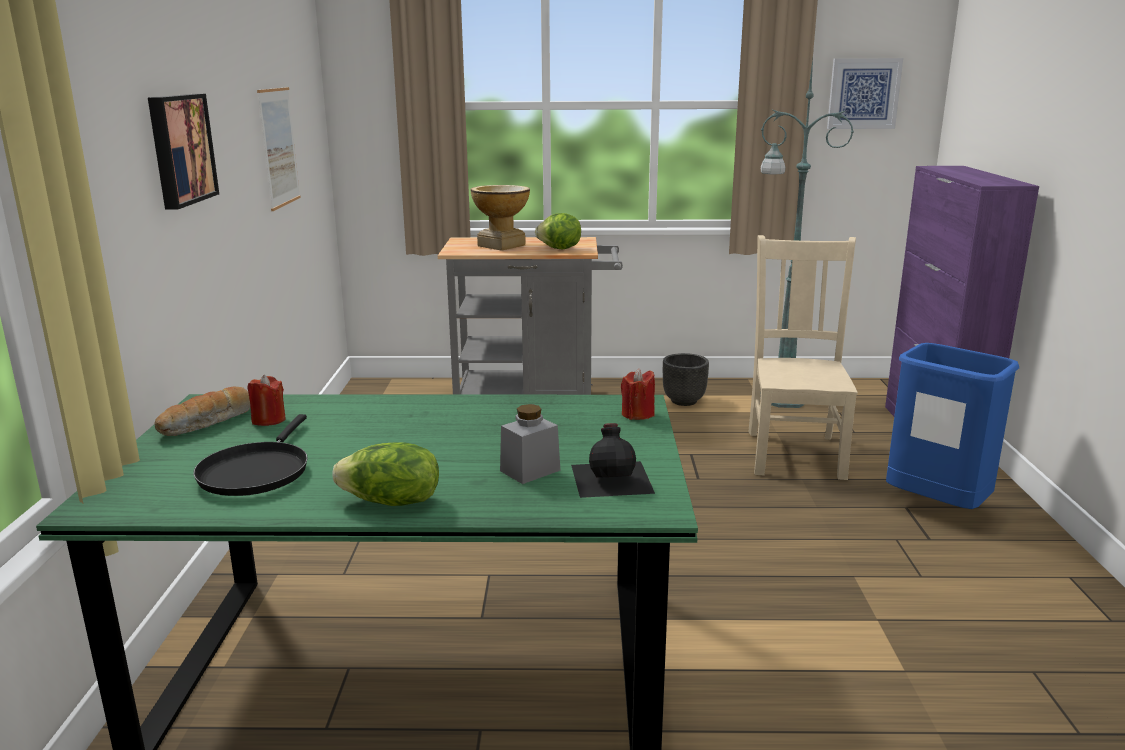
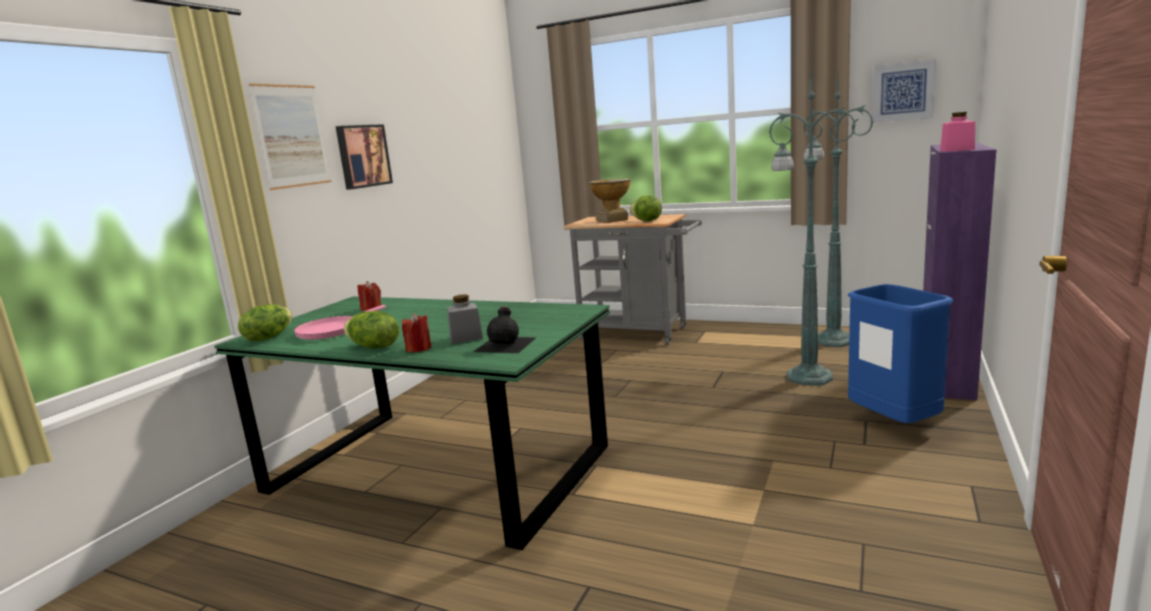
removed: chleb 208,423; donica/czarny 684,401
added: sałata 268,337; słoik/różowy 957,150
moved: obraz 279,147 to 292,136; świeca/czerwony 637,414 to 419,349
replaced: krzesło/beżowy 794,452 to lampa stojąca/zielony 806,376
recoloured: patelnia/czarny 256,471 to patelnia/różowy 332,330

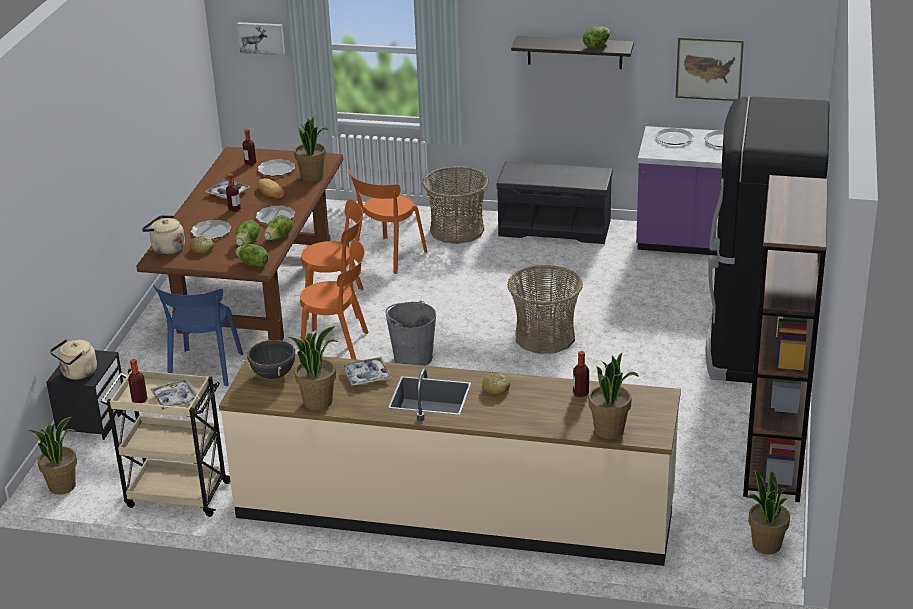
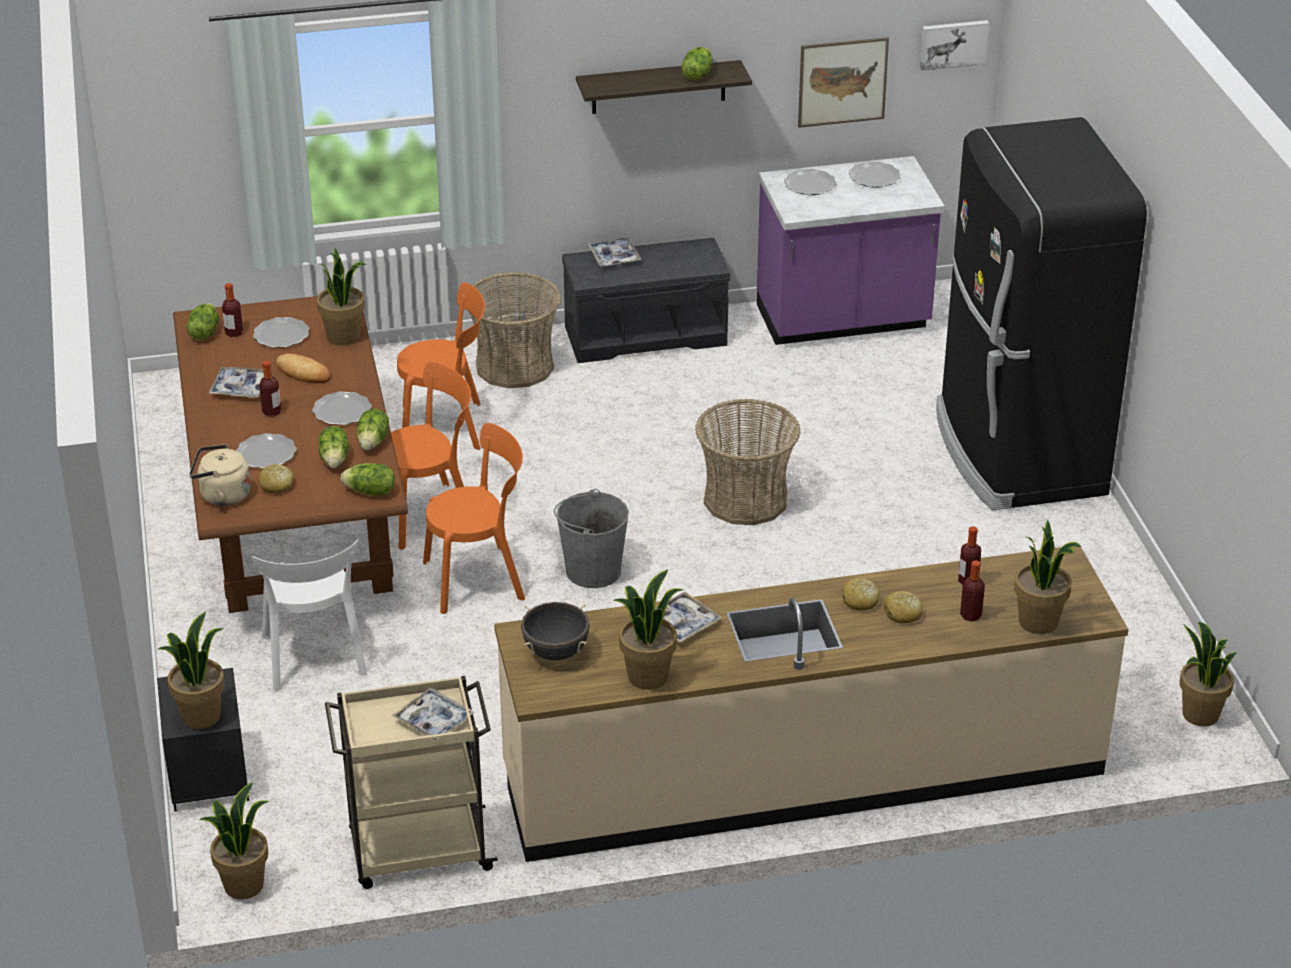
removed: regał/brązowy 773,459
added: sałata 204,333; taca 614,257; chleb 903,614
moved: butelka 139,400 to 970,615; obraz 261,37 to 953,44
replaced: czajnik/beżowy 78,374 to roślina doniczkowa 200,715
recoloured: krzesło/niebieski 204,370 to krzesło/biały 314,659
turned: krzesło/pomarańczowy 387,256 = 446,427 105 degrees counterclockwise

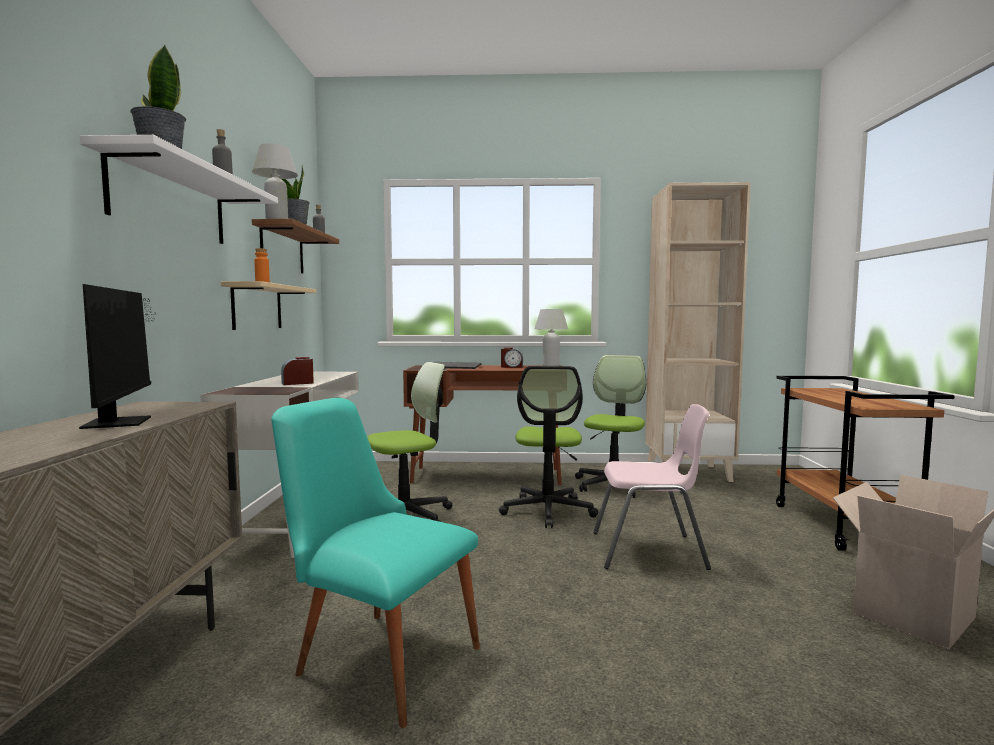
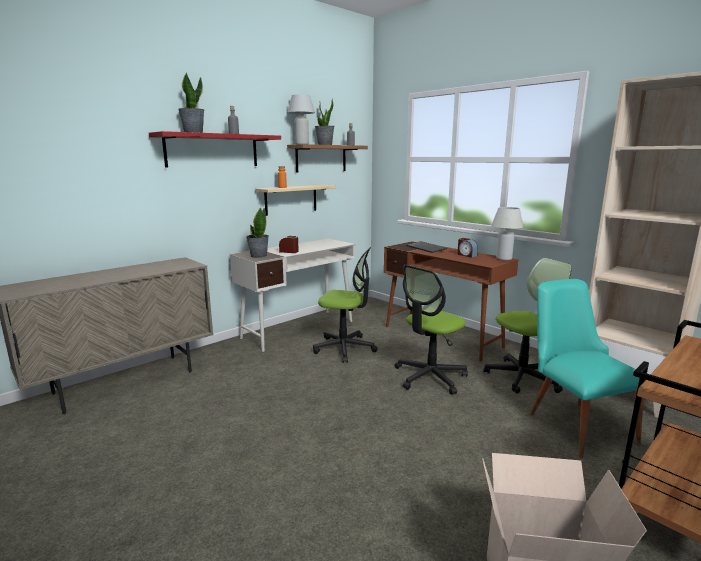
removed: monitor 122,421; krzesło/różowy 650,551
added: roślina doniczkowa 258,256
moved: krzesło/turkusowy 377,654 to 574,422
recoloured: półka/biały 171,202 to półka/czerwony 212,150

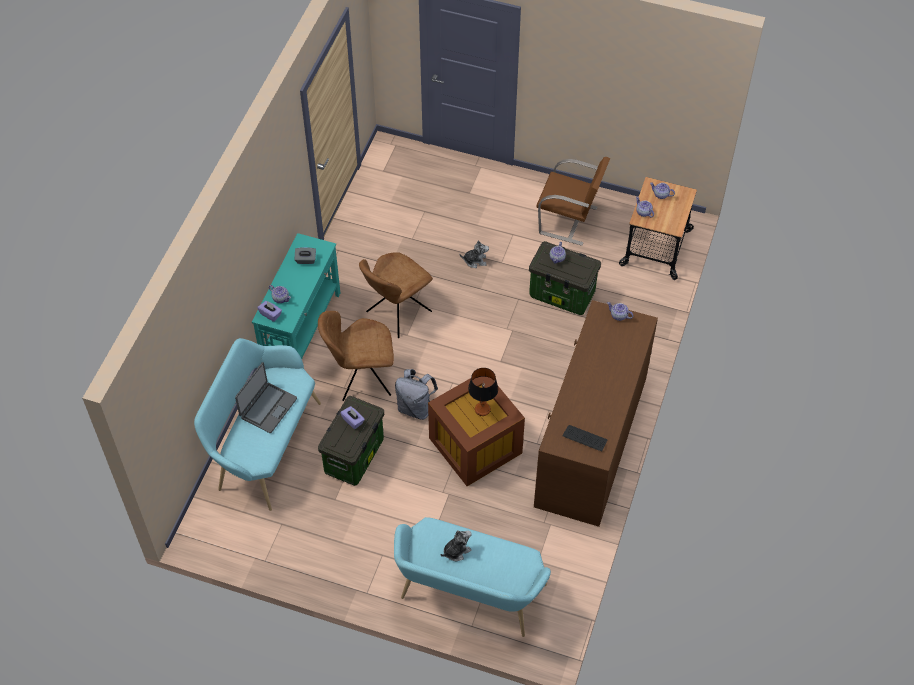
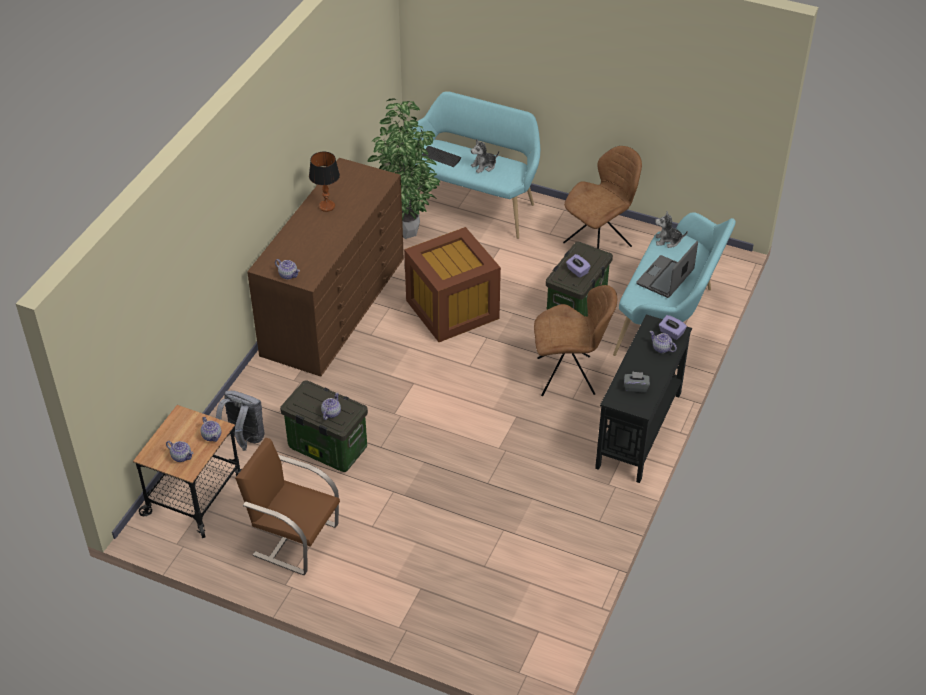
added: roślina doniczkowa 406,234
moved: krzesło/brązowy 397,313 to 599,243; plecak/szary 415,407 to 243,440; pluszak 475,260 to 668,241; lampa stołowa 482,409 to 327,206; klawiatura 585,438 to 441,157
recoloured: stolik konsolowy/turkusowy 302,329 to stolik konsolowy/czarny 638,430

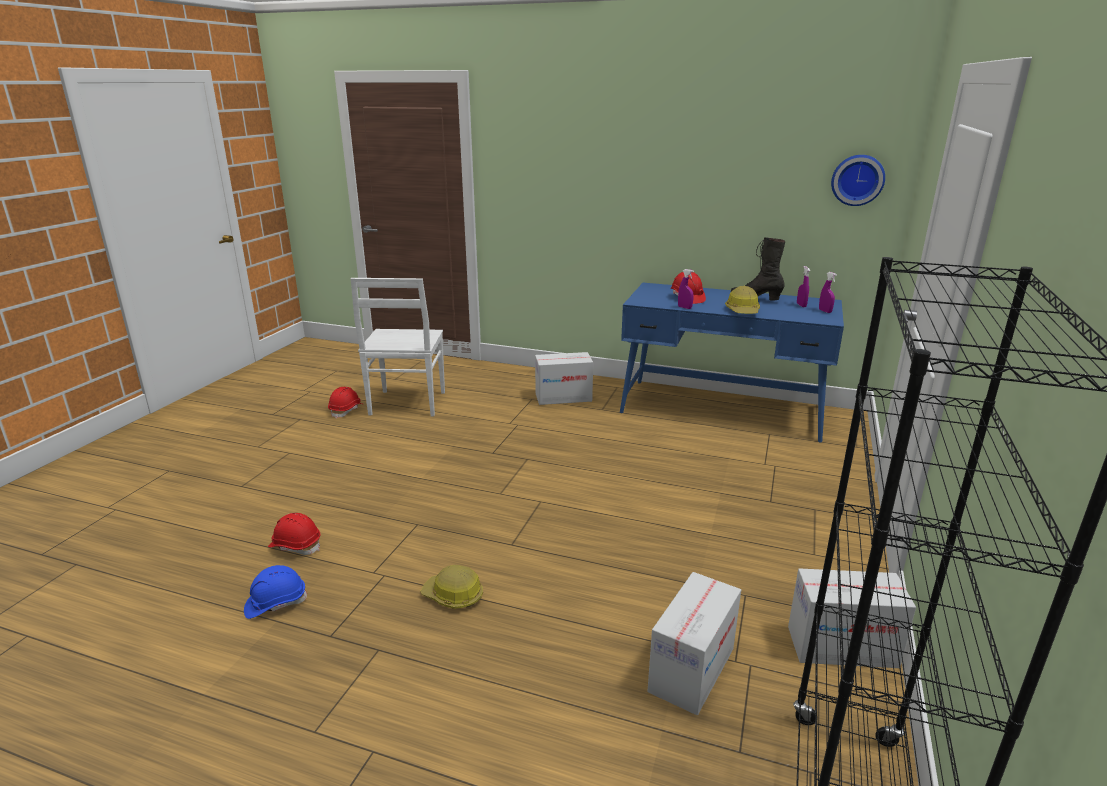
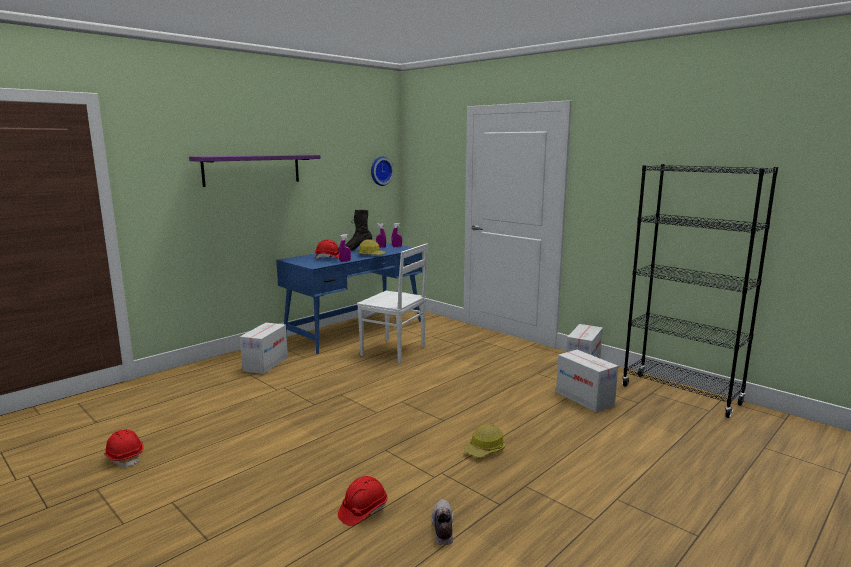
added: półka/fioletowy 252,169
moved: krzesło/biały 407,404 to 394,351
replaced: kask/niebieski 275,603 to but 442,528

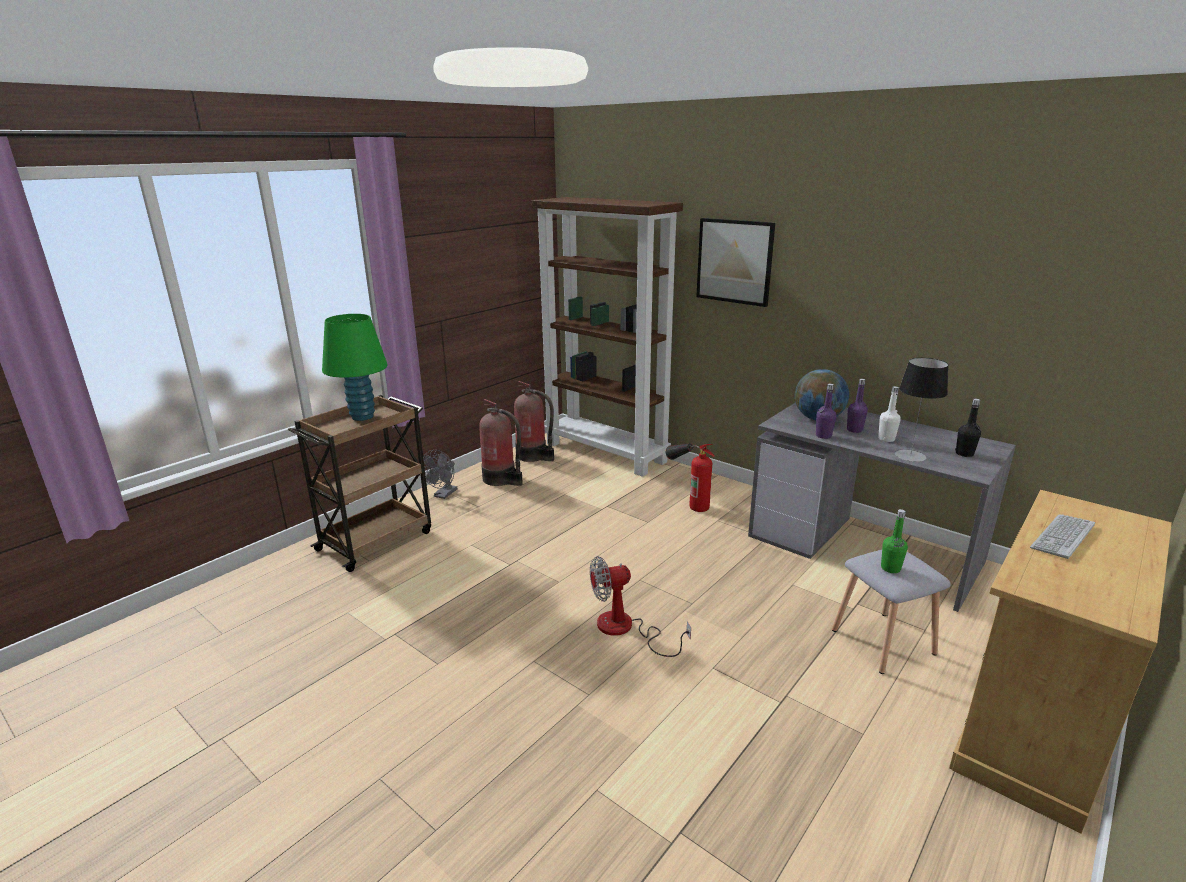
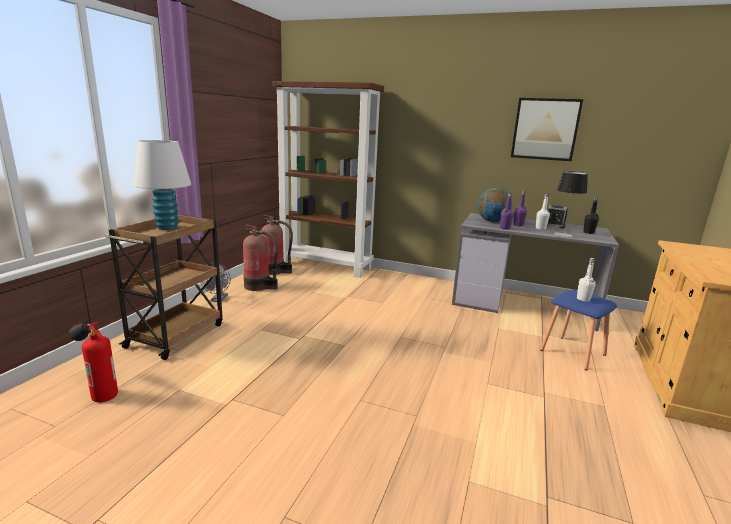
removed: wentylator 626,629; klawiatura 1062,537
added: budzik 554,225
moved: gaśnica 688,499 to 97,386; obraz 734,261 to 545,129
recoloured: lampa stołowa/zielony 363,417 to lampa stołowa/biały 167,228; stołek/szary 881,641 to stołek/niebieski 571,352; butelka/zielony 890,568 to butelka/biały 583,299

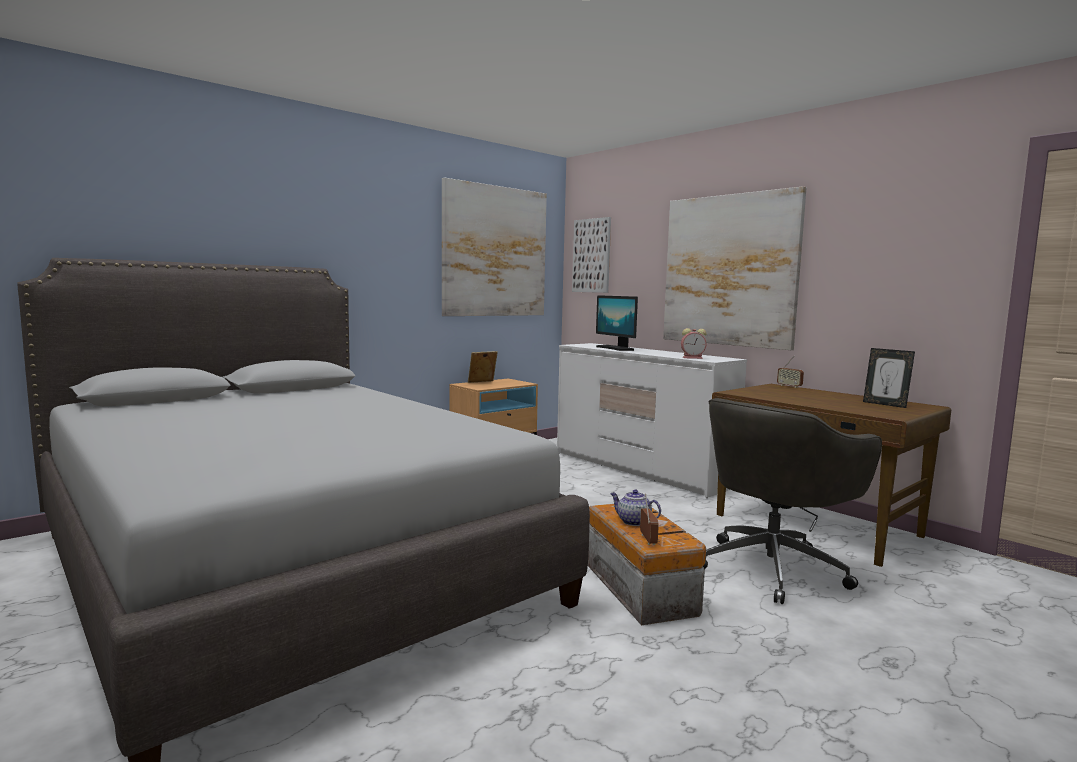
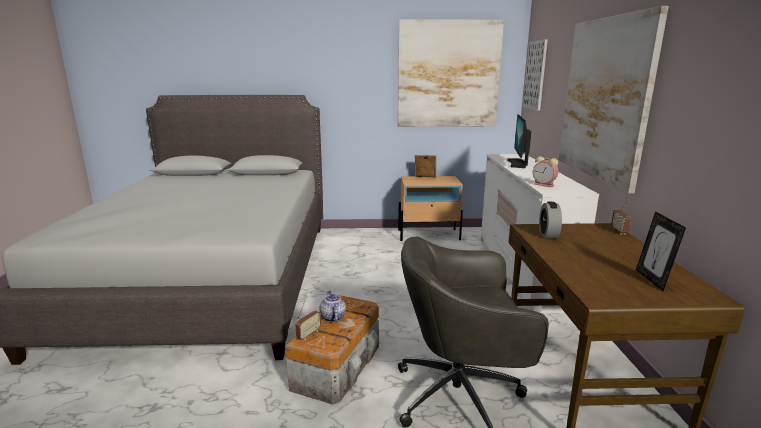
added: budzik 548,234

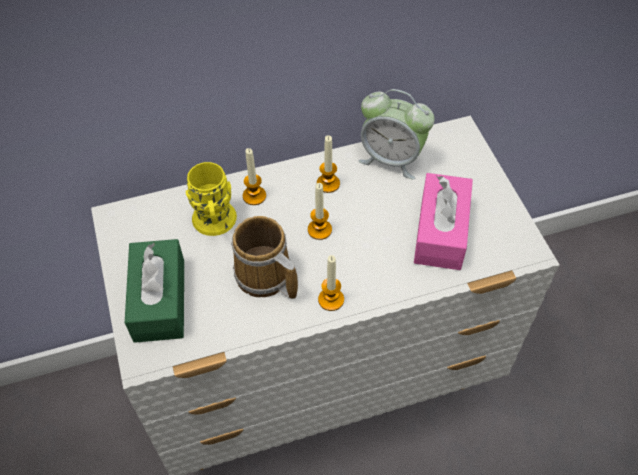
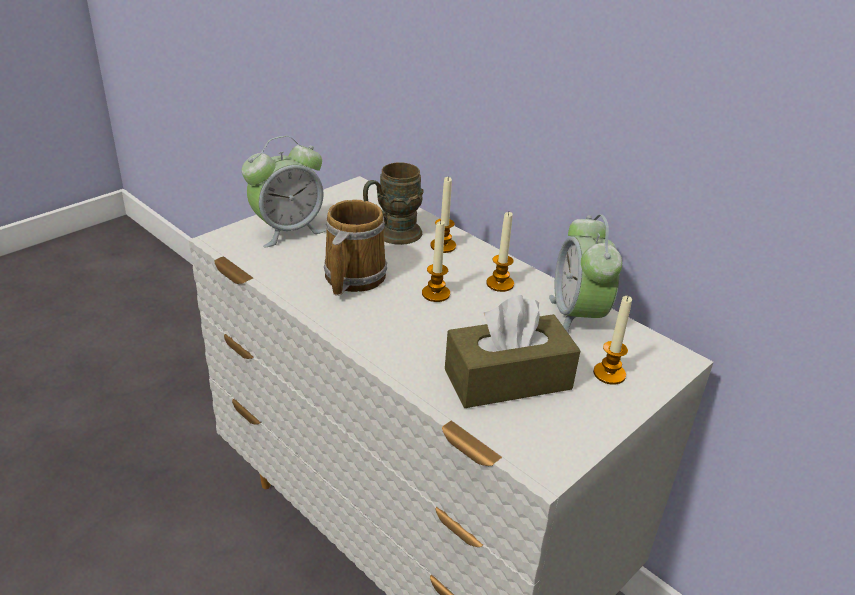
moved: świeca 331,299 to 609,374
replaced: pudełko chusteczek/zielony 159,300 to budzik 287,230
recoloured: kubek/żółty 215,224 to kubek/brązowy 391,235; pudełko chusteczek/różowy 441,232 to pudełko chusteczek/brązowy 507,379

